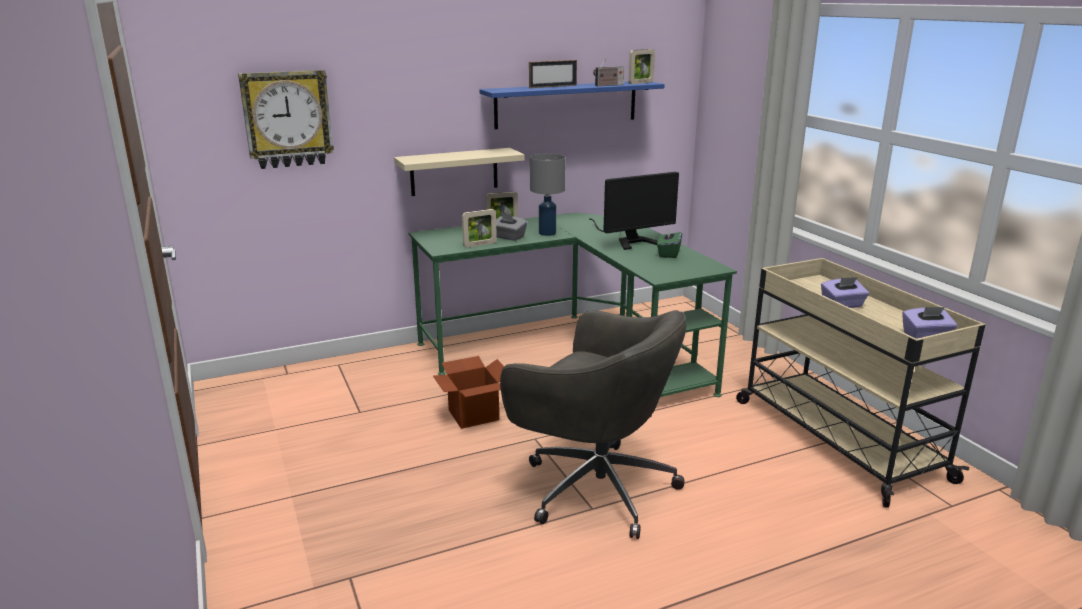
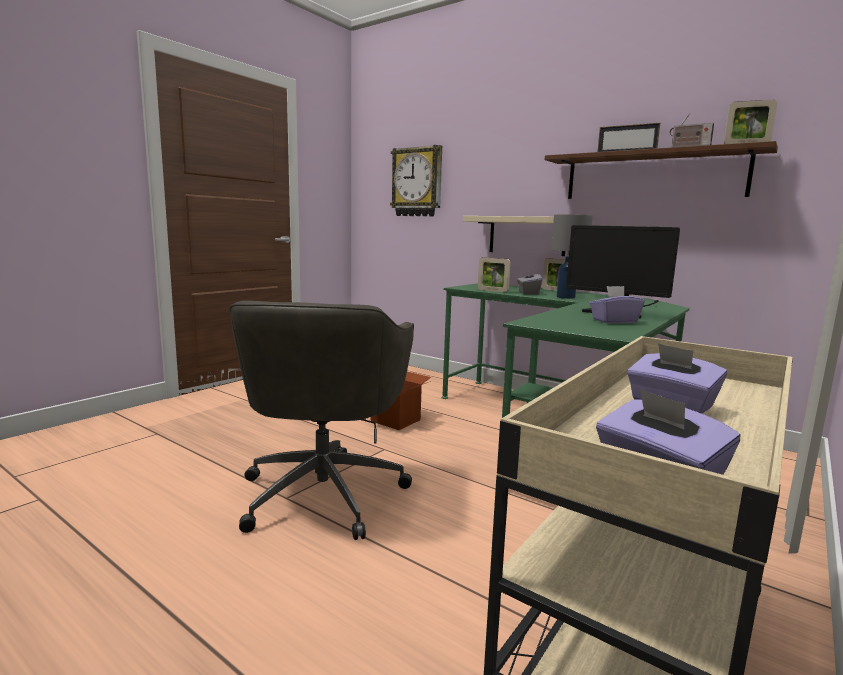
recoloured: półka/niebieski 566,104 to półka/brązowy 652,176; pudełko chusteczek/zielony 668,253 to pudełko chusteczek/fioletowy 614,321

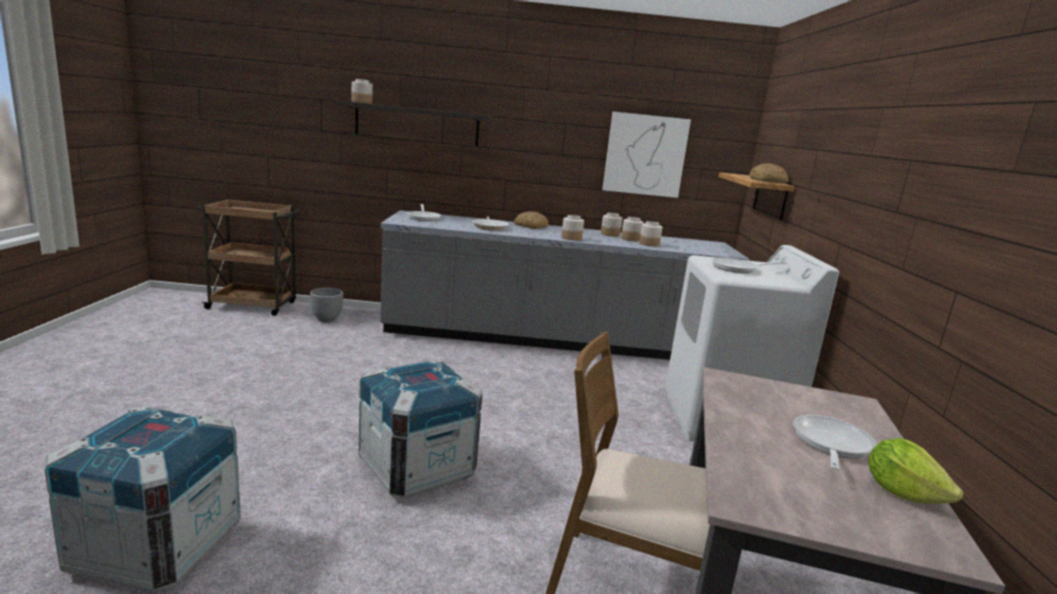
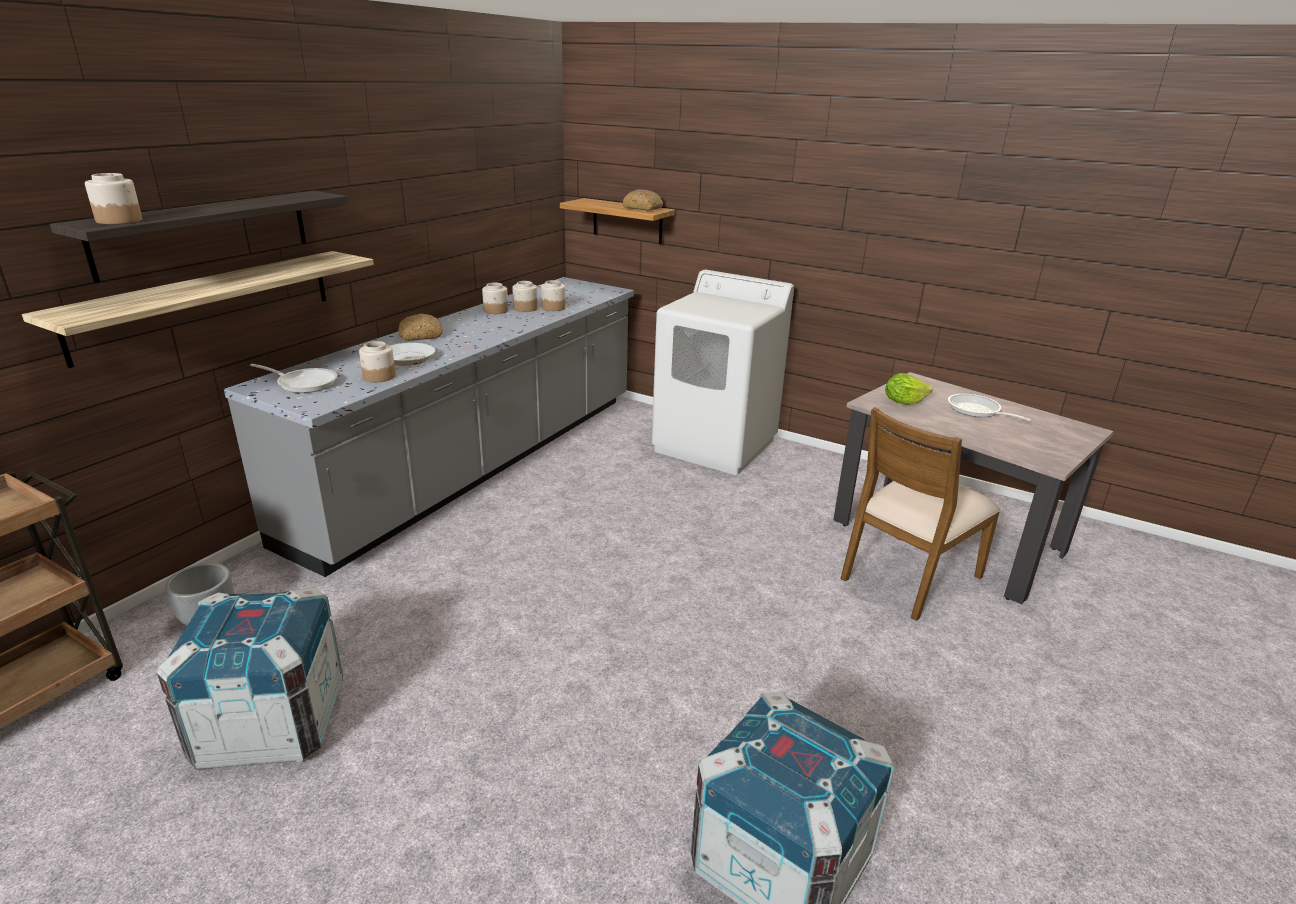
removed: obraz 645,155; patelnia 738,269
added: półka 208,303
moved: skrzynka 417,468 to 271,723; słoik 571,238 to 379,377; sałata 902,492 to 903,402

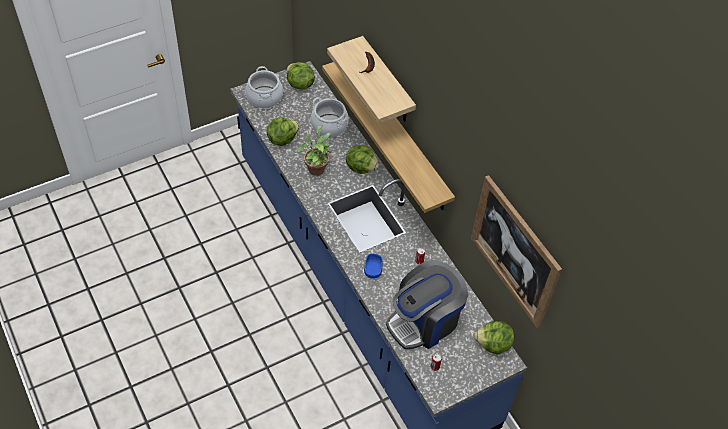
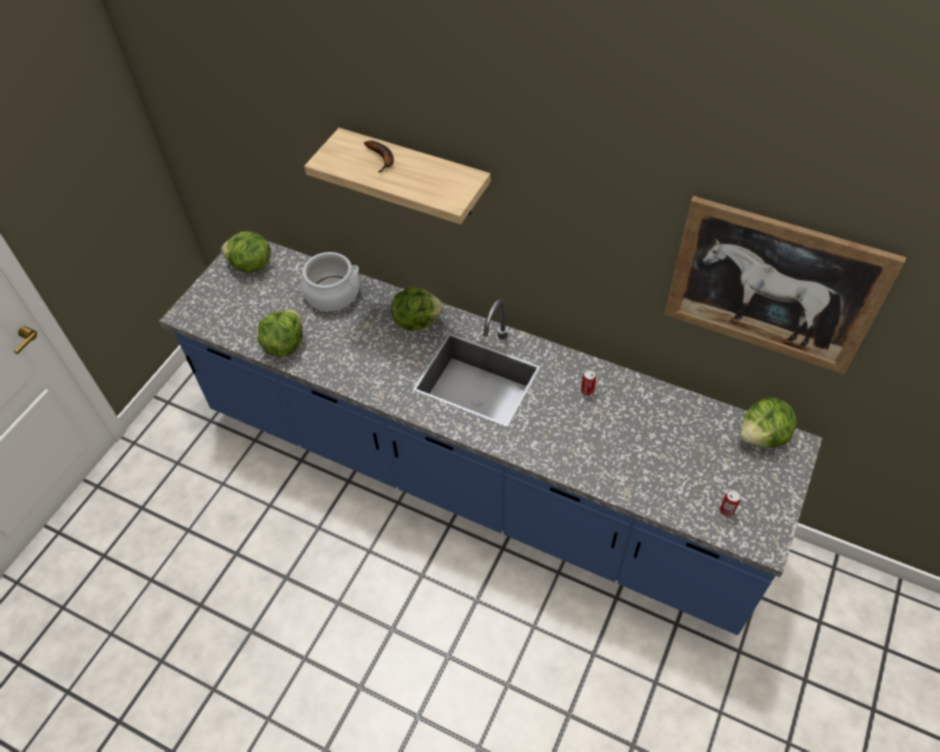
removed: garnek 264,97; roślina doniczkowa 315,168; półka 398,134; miska/niebieski 373,270; ekspres do kawy 424,321

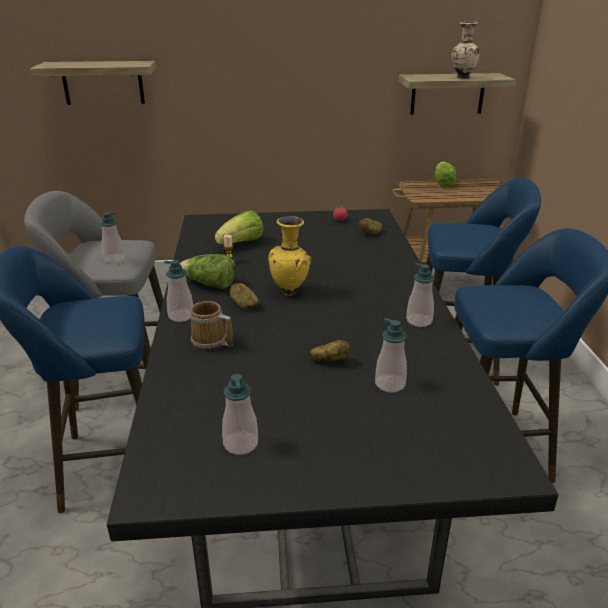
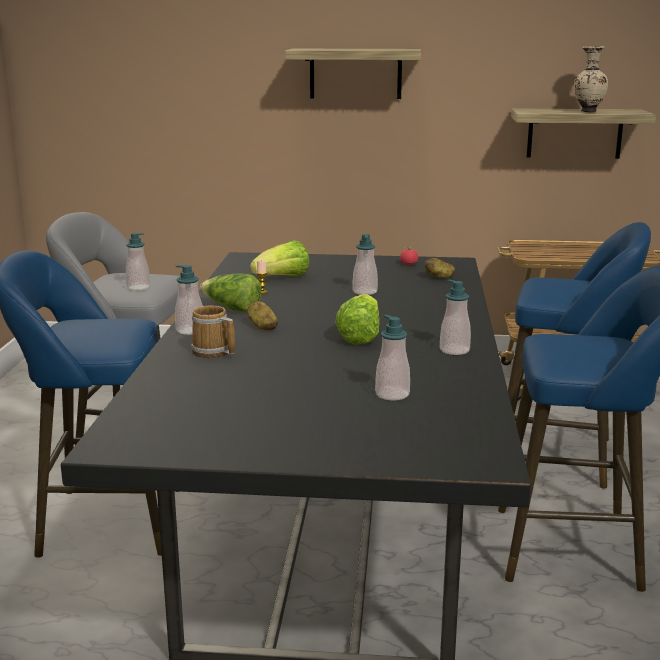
removed: wazon/żółty 290,292; ziemniak 330,361
moved: półka 103,83 to 355,73; dozownik mydła 241,444 to 365,292; sałata 442,183 to 360,336

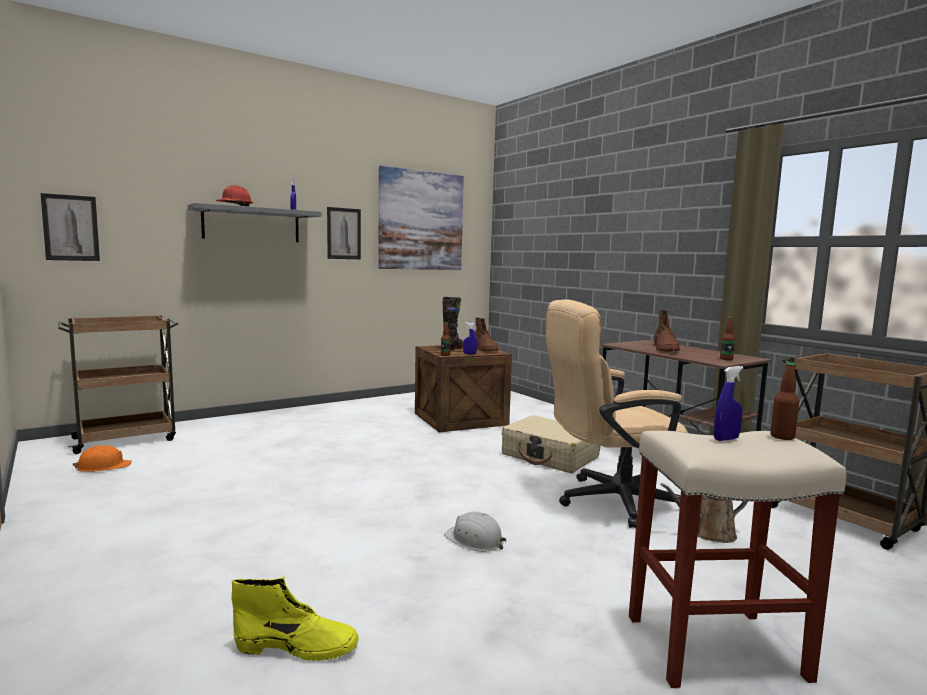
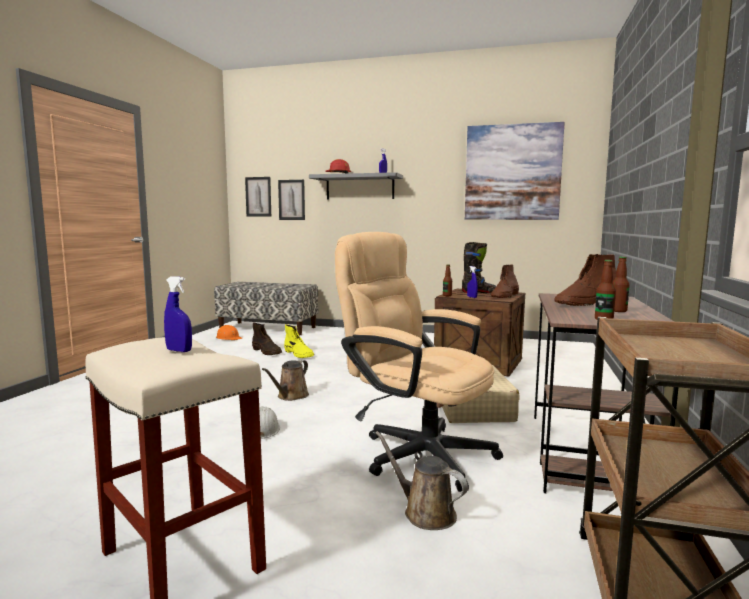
added: but z cholewką/brązowy 267,352; konewka/brązowy 291,396
moved: but z cholewką/żółty 298,647 to 299,354; obraz 344,233 to 291,200; butelka 782,437 to 618,311
replaced: wózek/brązowy 127,439 to ławka 268,328

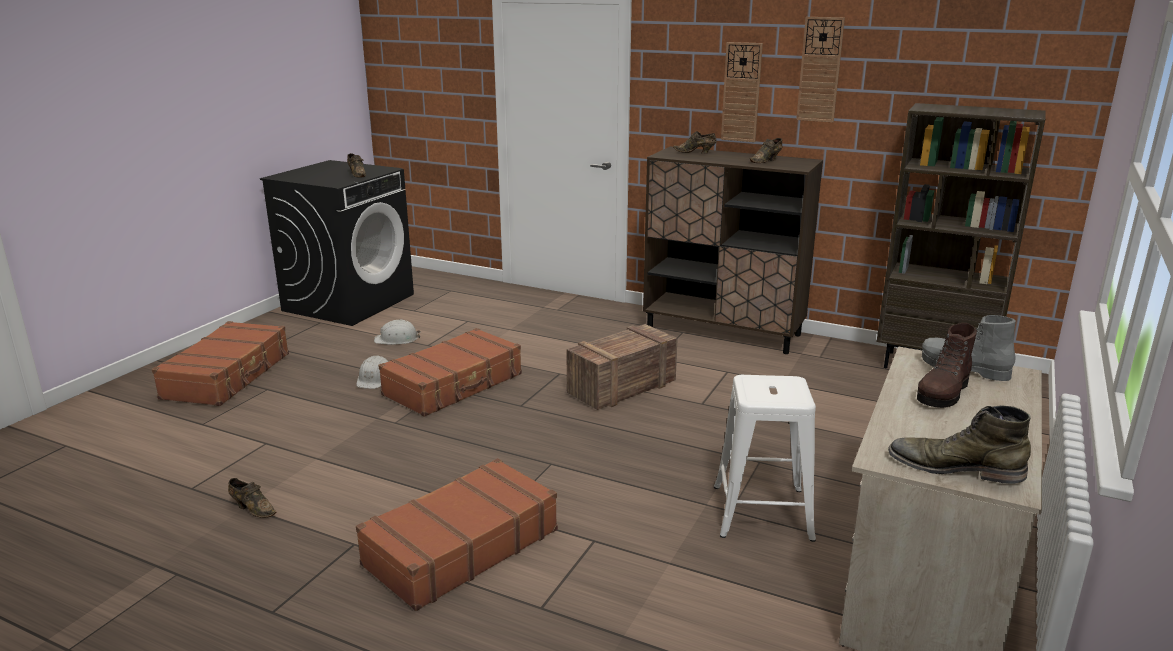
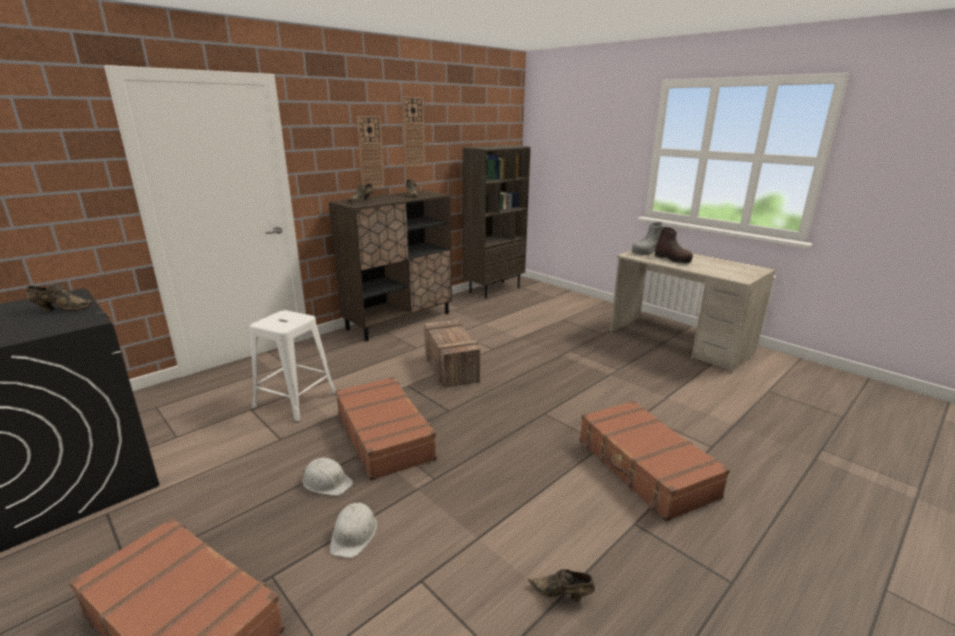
removed: but z cholewką/zielony 954,467
moved: kask/biały 397,339 to 354,533; stołek/biały 762,512 to 295,400
turned: but/brązowy 253,509 = 562,594 120 degrees counterclockwise

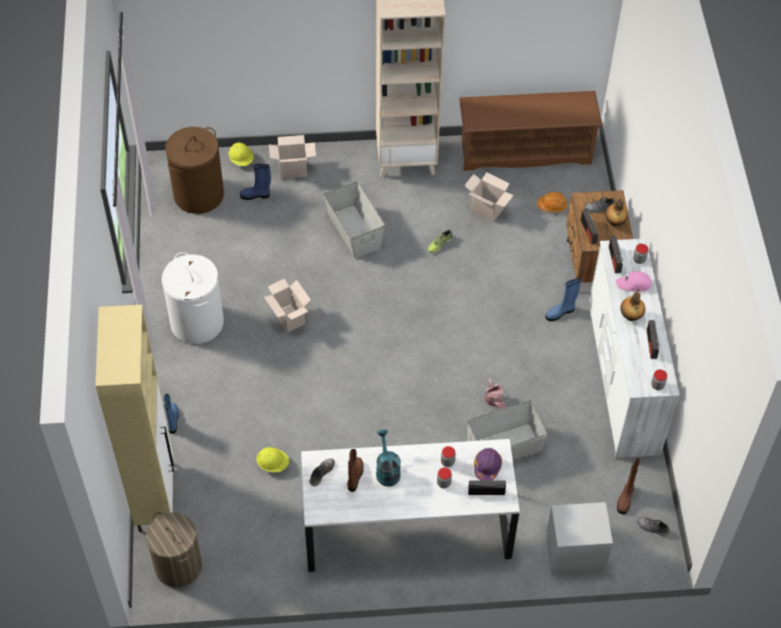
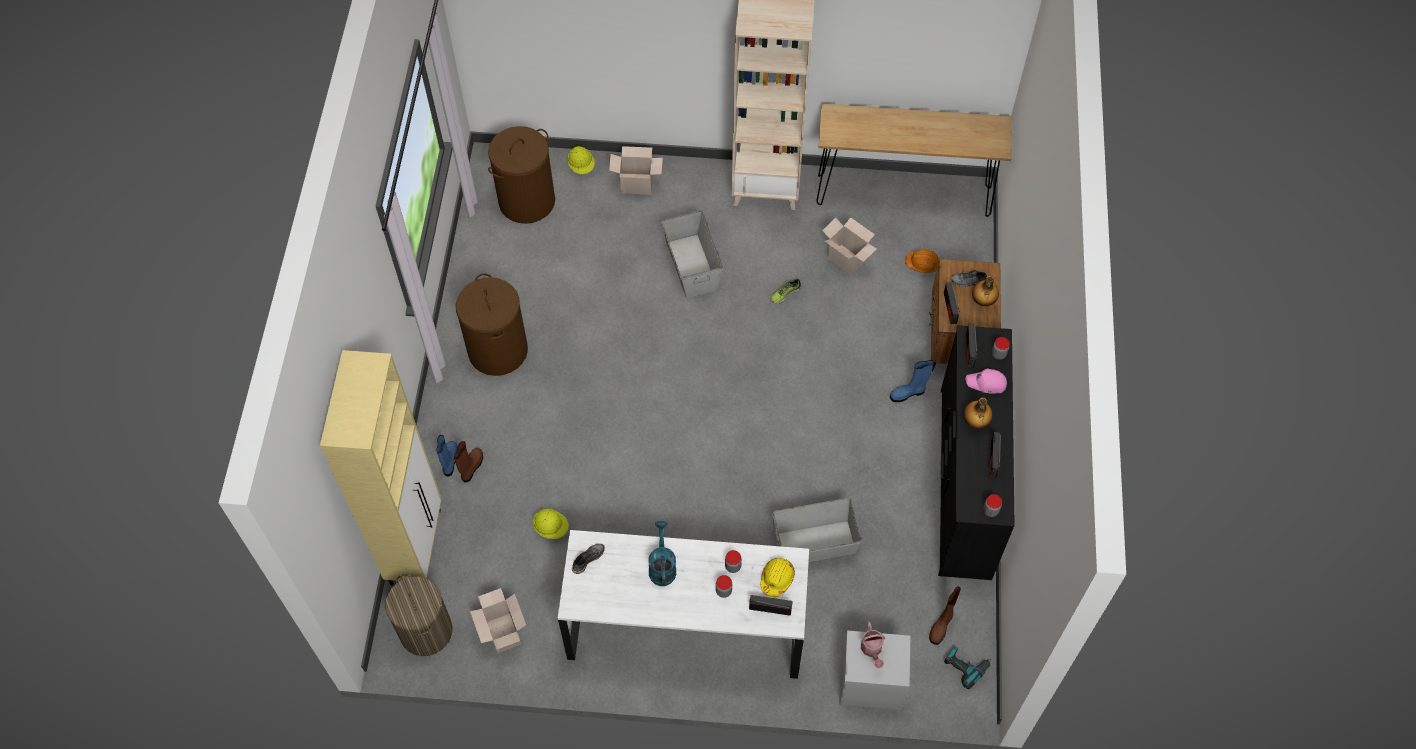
removed: but z cholewką/niebieski 256,195
moved: karton 288,317 to 502,632; but z cholewką/brązowy 354,476 to 471,467; konewka 494,401 to 872,650
replaced: regał na buty/brązowy 525,151 to stolik konsolowy/brązowy 903,195; but/szary 652,528 to wiertarka 965,666
recoloured: kosz na pranie/biały 197,322 to kosz na pranie/brązowy 498,350; kask/fioletowy 487,466 to kask/żółty 777,578; komoda/biały 622,379 to komoda/czarny 964,483

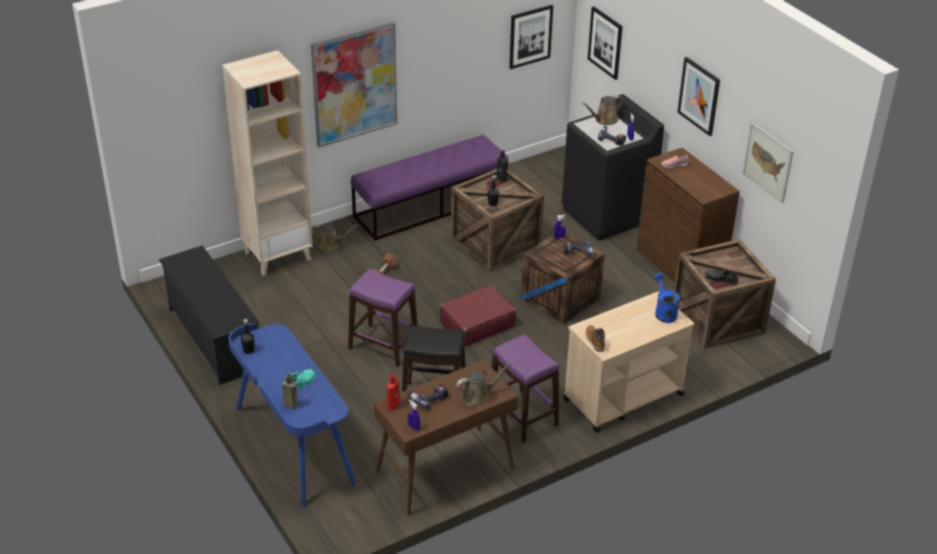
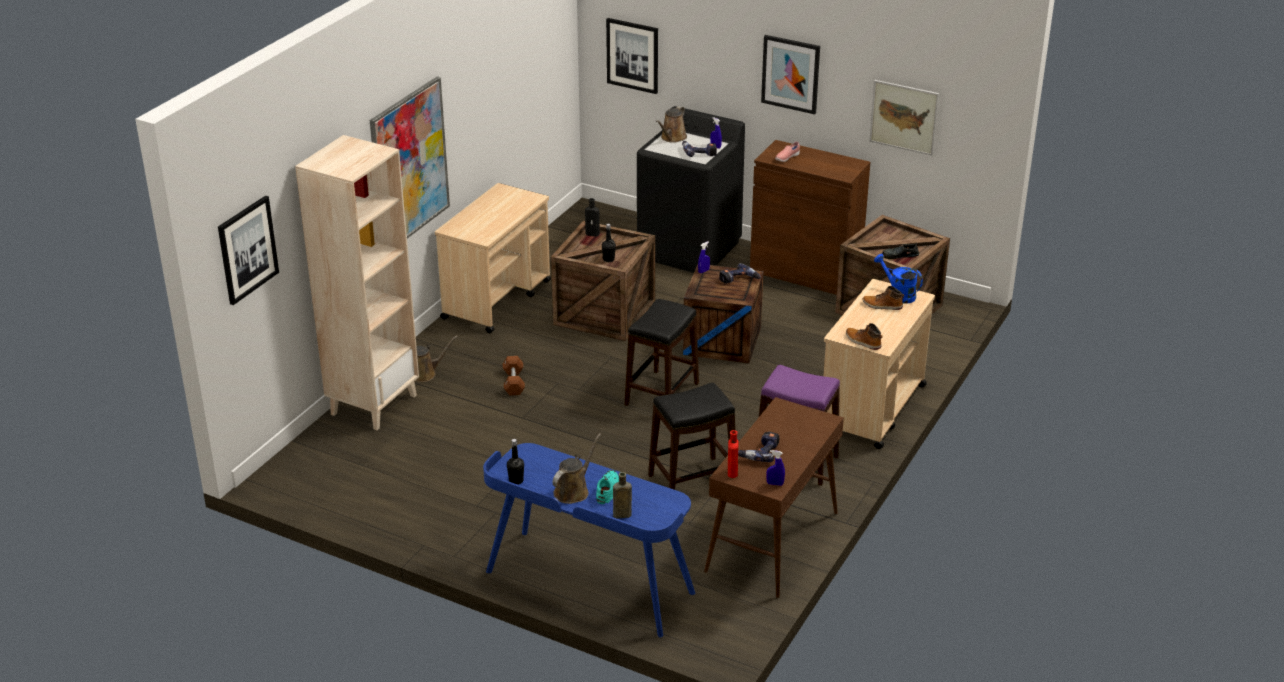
removed: regał na buty/czarny 214,339; stołek/fioletowy 383,345
added: but z cholewką 882,306
moved: konewka/brązowy 478,396 to 573,491; obraz 530,36 to 247,249
replaced: ławka/fioletowy 431,206 to wózek/beżowy 497,299; walizka/czerwony 477,324 to stołek/czarny 662,394

